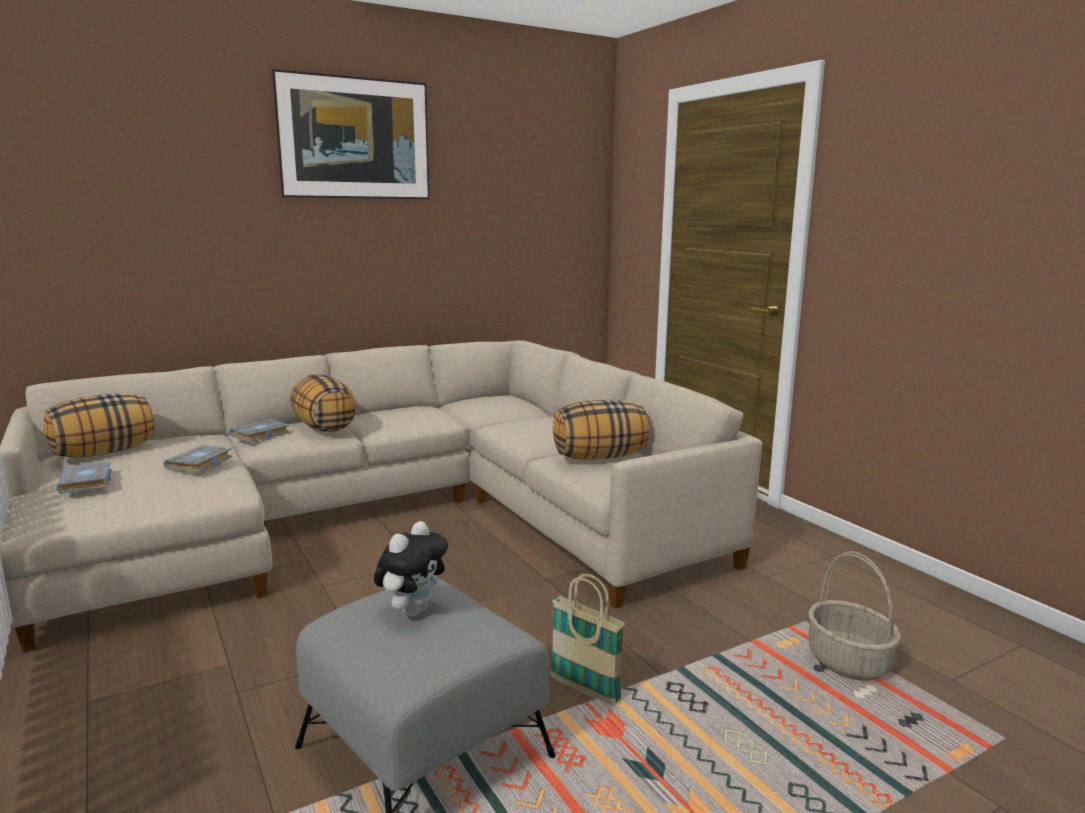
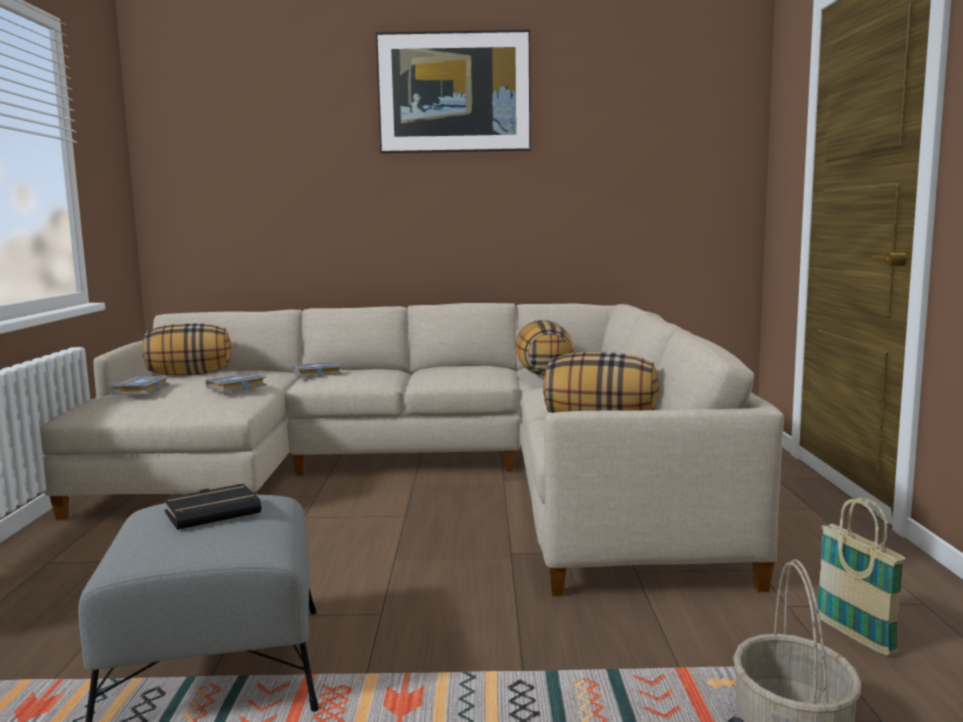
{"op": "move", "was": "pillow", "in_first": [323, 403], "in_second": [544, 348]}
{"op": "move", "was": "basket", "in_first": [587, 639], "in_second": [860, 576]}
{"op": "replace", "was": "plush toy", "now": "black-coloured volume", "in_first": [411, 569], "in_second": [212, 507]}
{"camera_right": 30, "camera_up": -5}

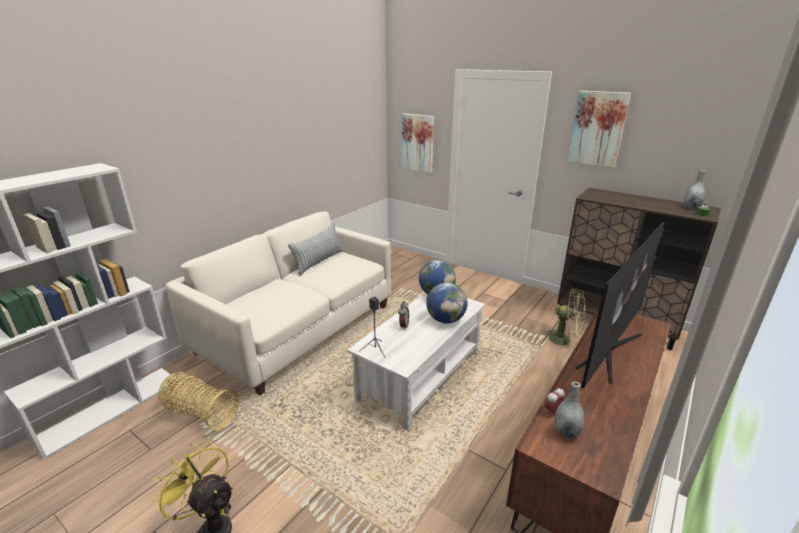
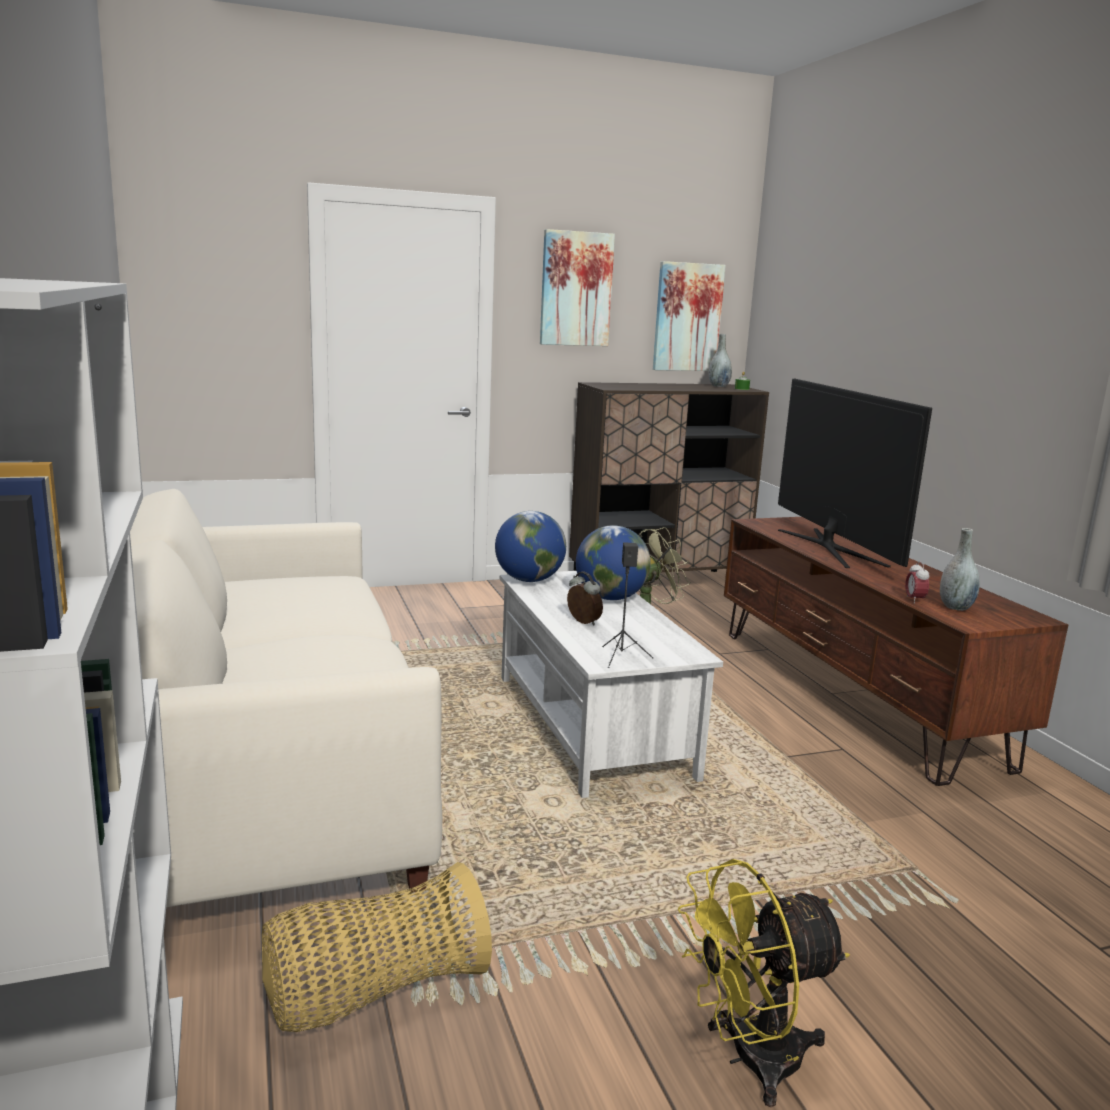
{"op": "delete", "was": "pillow", "in_first": [315, 249]}
{"op": "move", "was": "wall picture", "in_first": [418, 143], "in_second": [689, 316]}
{"camera_right": -55, "camera_up": -10}

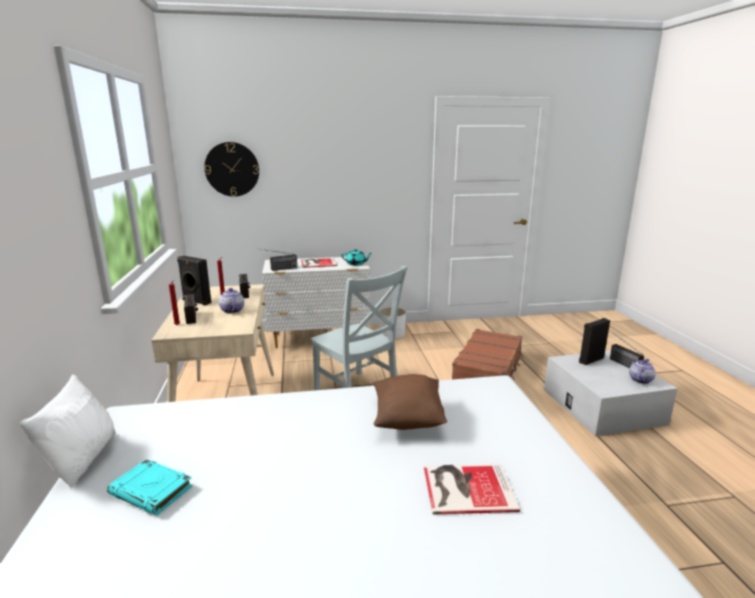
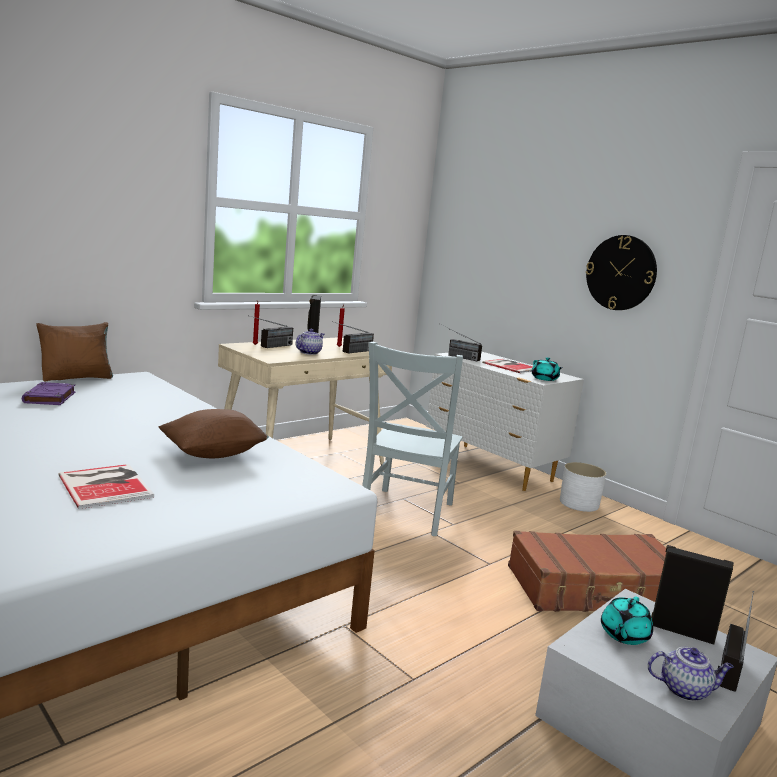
{"op": "insert", "now": "turquoise tea pot", "in_second": [627, 620]}
{"op": "move", "was": "wall clock", "in_first": [231, 169], "in_second": [621, 272]}
{"op": "recolor", "was": "white-coloured pillow", "now": "brown-coloured pillow", "in_first": [68, 430], "in_second": [74, 352]}
{"op": "recolor", "was": "turquoise volume", "now": "purplish volume", "in_first": [150, 487], "in_second": [49, 393]}
{"camera_right": 55, "camera_up": -5}

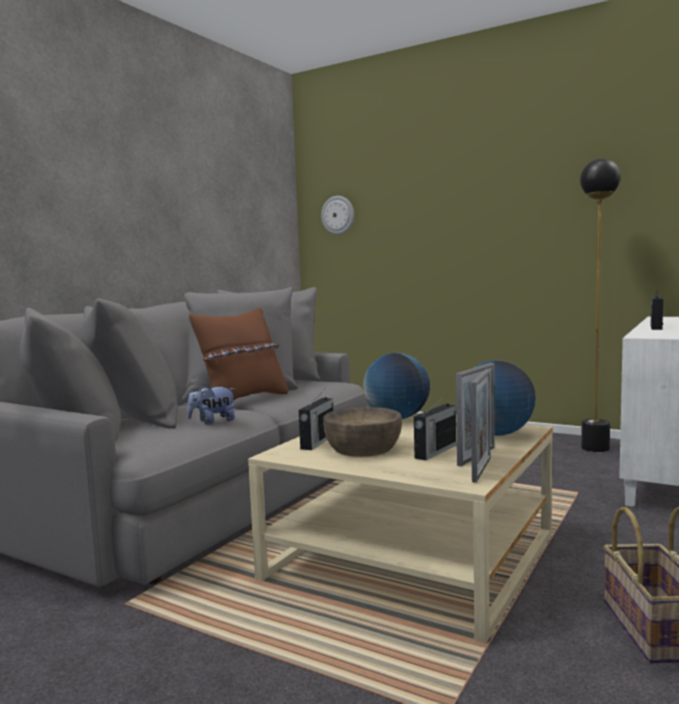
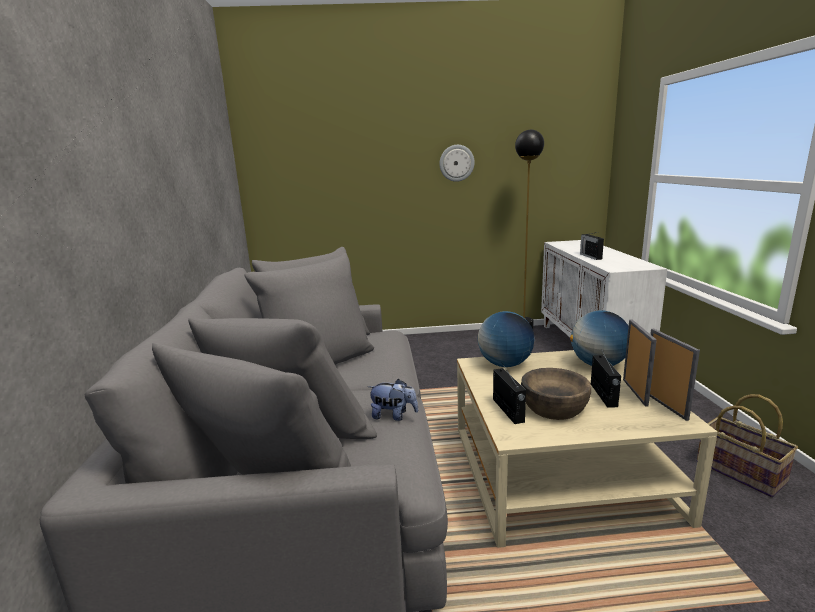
{"op": "delete", "was": "brown-coloured pillow", "in_first": [238, 354]}
{"op": "move", "was": "wall clock", "in_first": [337, 215], "in_second": [457, 163]}
{"op": "rotate", "was": "plush toy", "in_first": [211, 405], "in_second": [393, 400], "clockwise": -105}
{"camera_right": -35, "camera_up": 10}

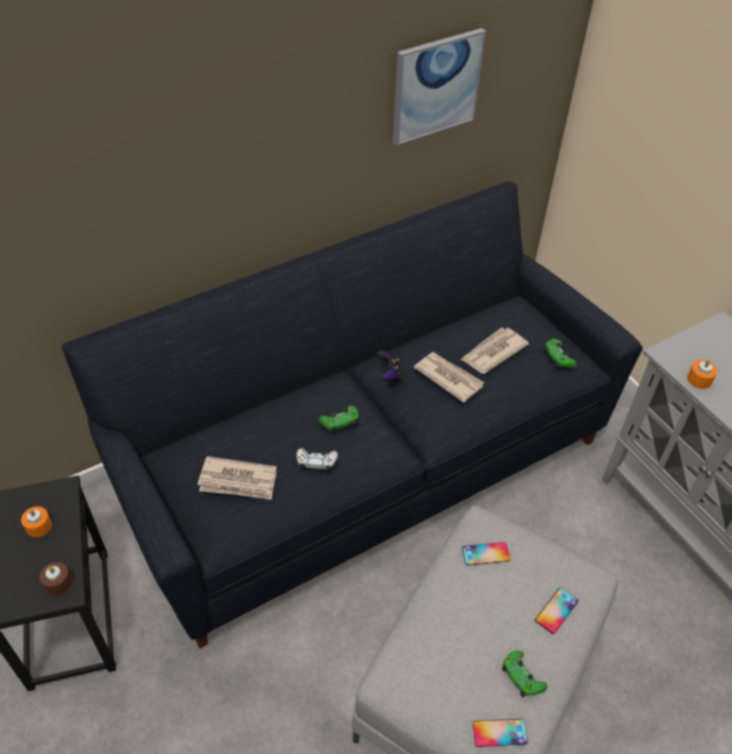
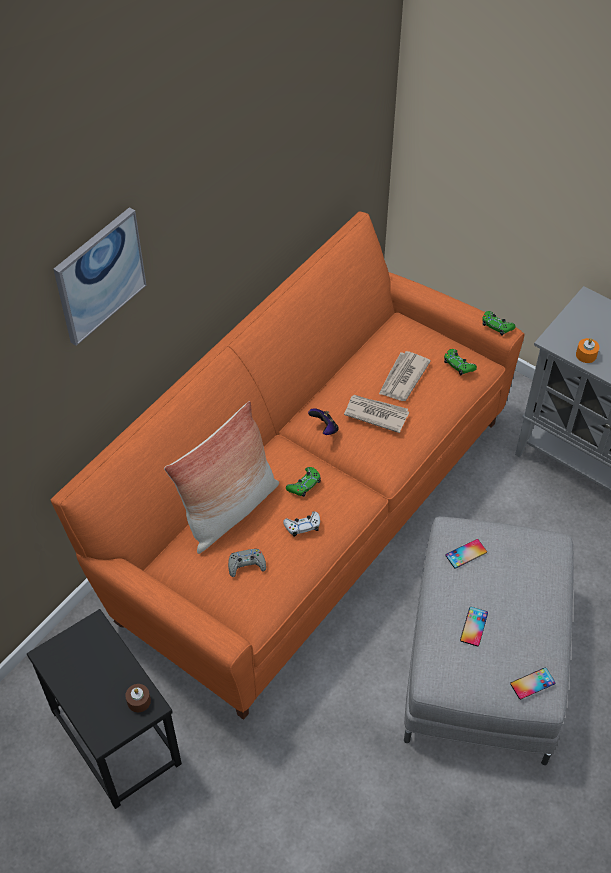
{"op": "delete", "was": "orange-coloured candle", "in_first": [36, 521]}
{"op": "insert", "now": "pillow", "in_second": [221, 477]}
{"op": "move", "was": "wall picture", "in_first": [439, 87], "in_second": [99, 276]}
{"op": "move", "was": "green-coloured gamepad", "in_first": [524, 674], "in_second": [499, 323]}
{"op": "move", "was": "phone", "in_first": [556, 611], "in_second": [474, 626]}
{"op": "replace", "was": "newspaper", "now": "greyish gamepad", "in_first": [237, 478], "in_second": [247, 563]}
{"op": "recolor", "was": "black-coloured settee", "now": "orange-coloured settee", "in_first": [352, 414], "in_second": [288, 466]}
{"camera_right": -20, "camera_up": 5}

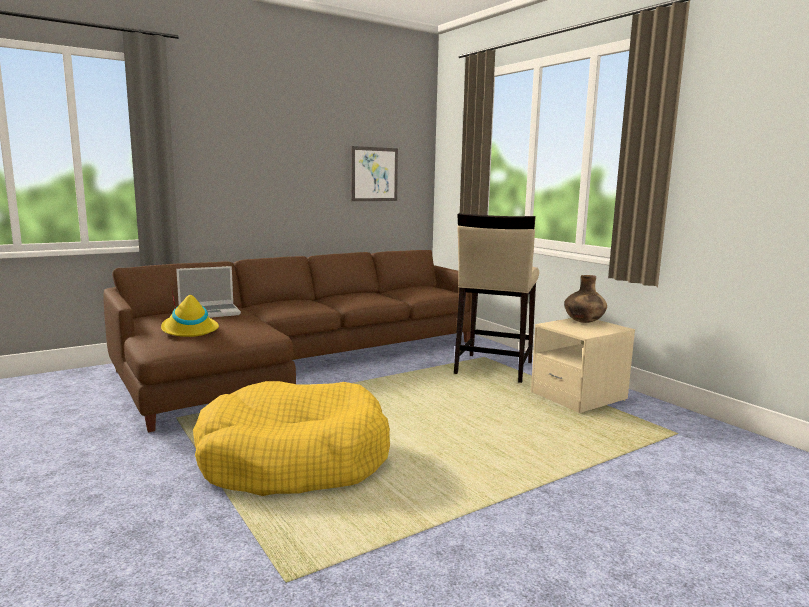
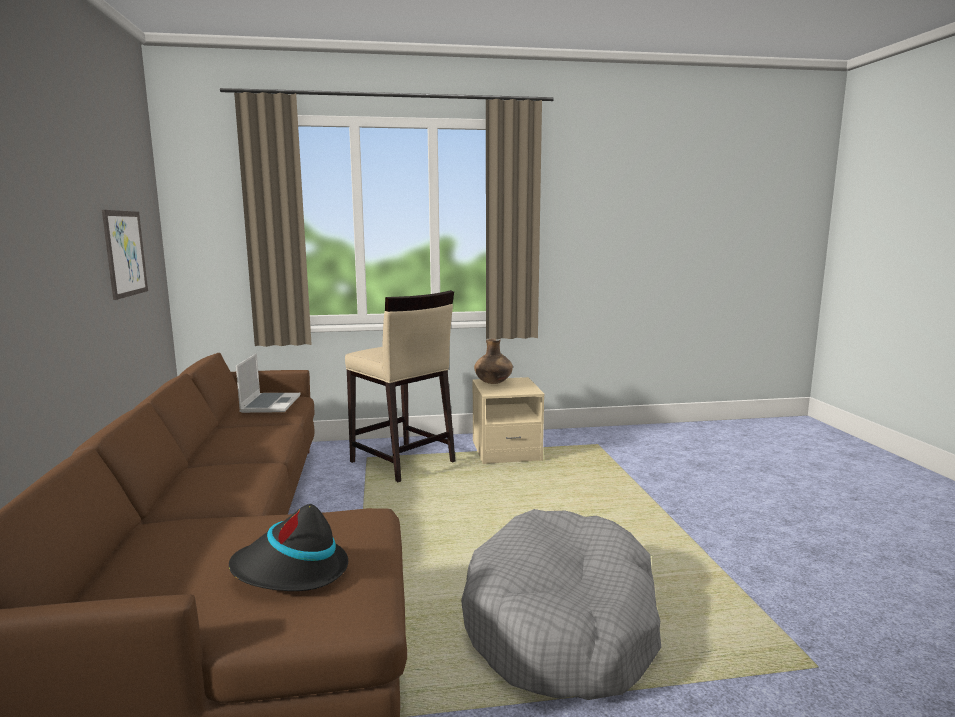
{"op": "move", "was": "laptop", "in_first": [208, 292], "in_second": [268, 383]}
{"op": "recolor", "was": "yellowish wearable hat", "now": "black-coloured wearable hat", "in_first": [190, 314], "in_second": [288, 547]}
{"op": "recolor", "was": "yellowish dog cushion", "now": "greyish dog cushion", "in_first": [291, 438], "in_second": [561, 604]}
{"camera_right": -65, "camera_up": 0}

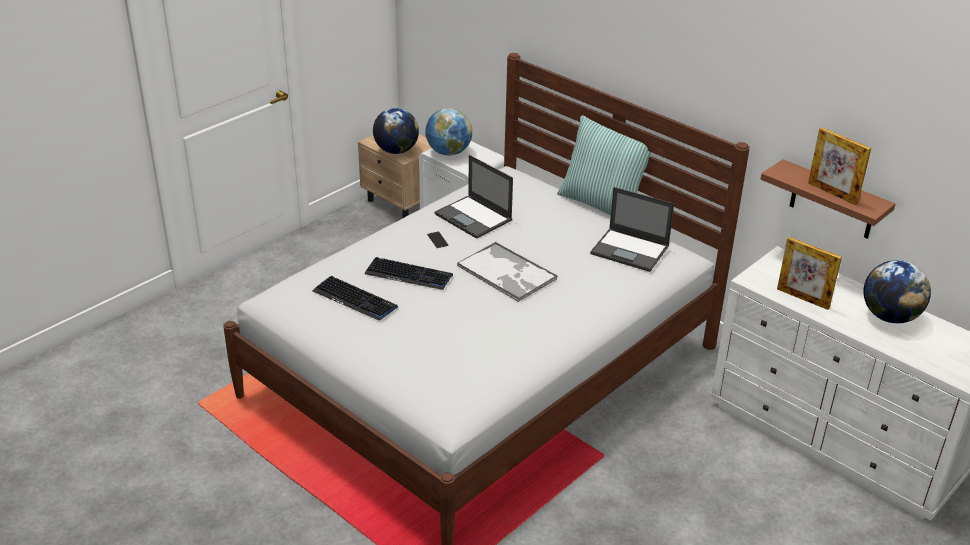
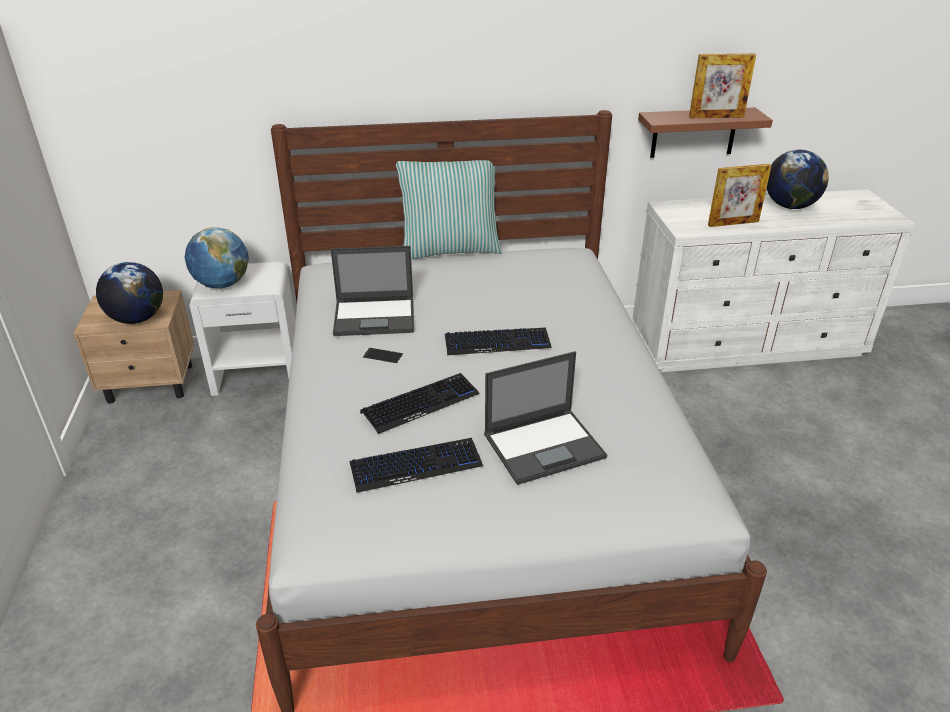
{"op": "move", "was": "laptop", "in_first": [632, 229], "in_second": [545, 418]}
{"op": "replace", "was": "serving tray", "now": "PC keyboard", "in_first": [507, 272], "in_second": [498, 341]}
{"camera_right": -50, "camera_up": 0}

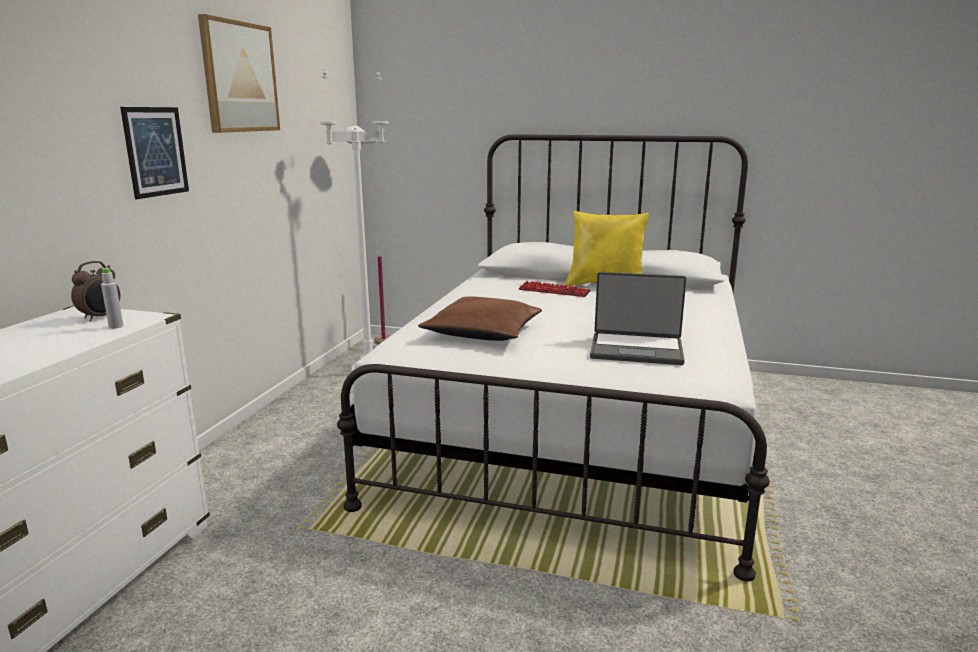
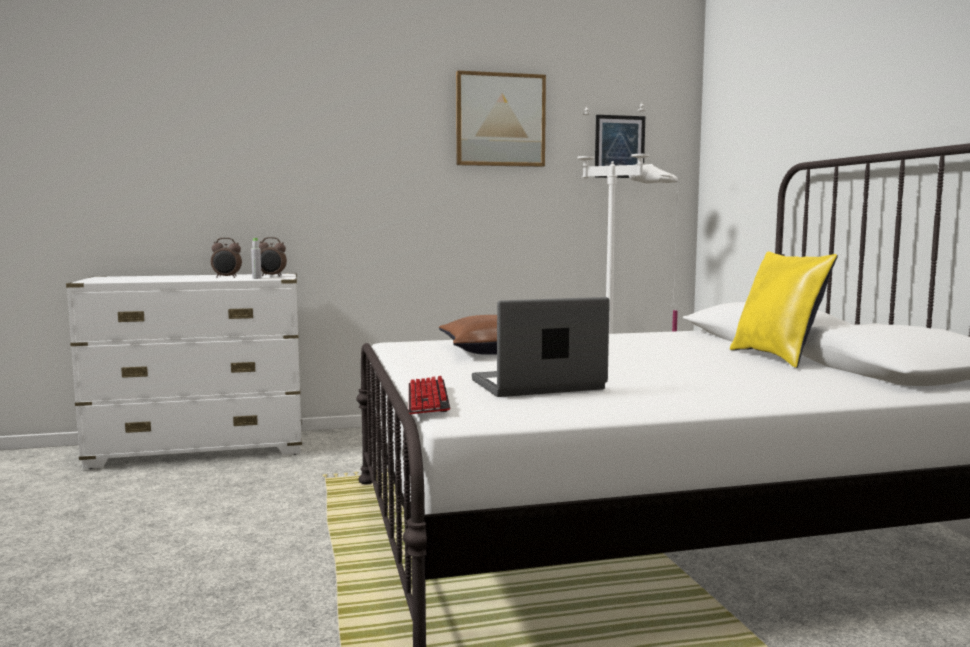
{"op": "insert", "now": "alarm clock", "in_second": [226, 258]}
{"op": "move", "was": "wall picture", "in_first": [154, 153], "in_second": [620, 146]}
{"op": "move", "was": "PC keyboard", "in_first": [555, 289], "in_second": [429, 395]}
{"op": "rotate", "was": "laptop", "in_first": [638, 318], "in_second": [541, 347], "clockwise": 90}
{"camera_right": 60, "camera_up": -10}

